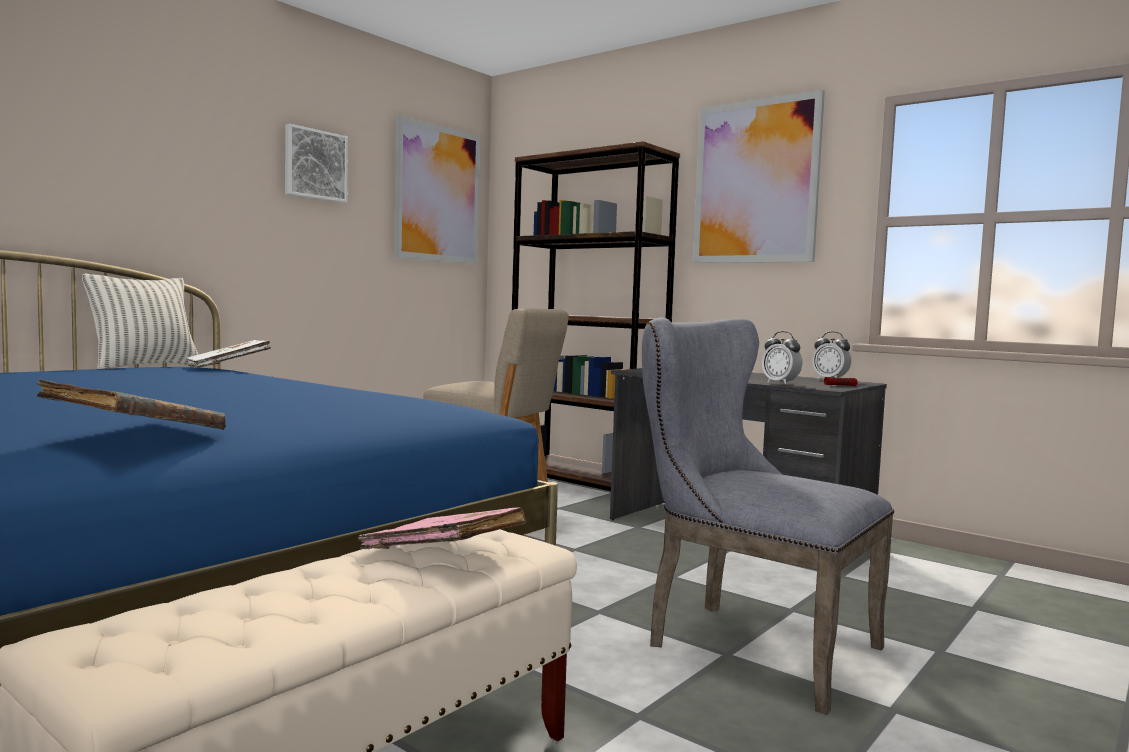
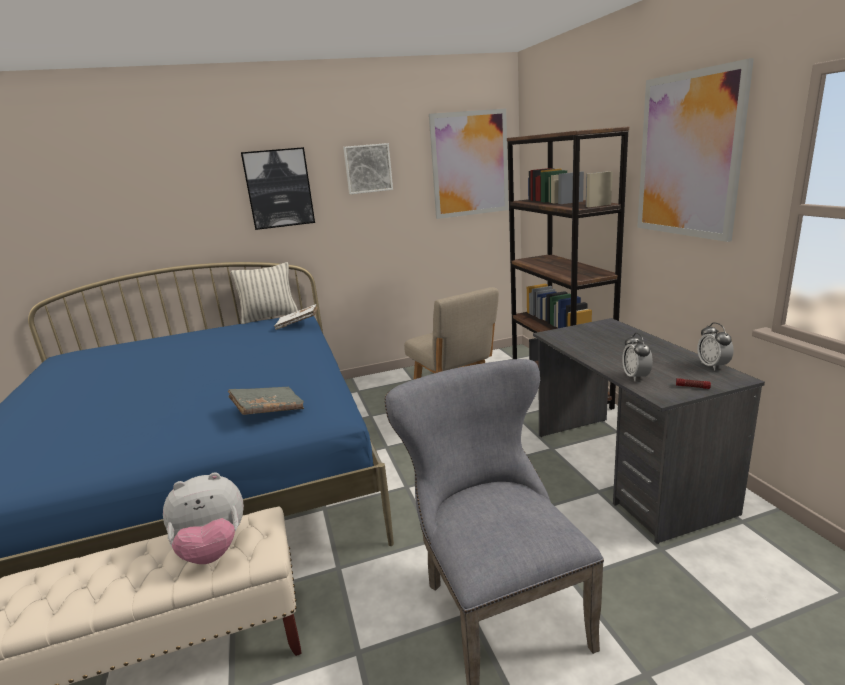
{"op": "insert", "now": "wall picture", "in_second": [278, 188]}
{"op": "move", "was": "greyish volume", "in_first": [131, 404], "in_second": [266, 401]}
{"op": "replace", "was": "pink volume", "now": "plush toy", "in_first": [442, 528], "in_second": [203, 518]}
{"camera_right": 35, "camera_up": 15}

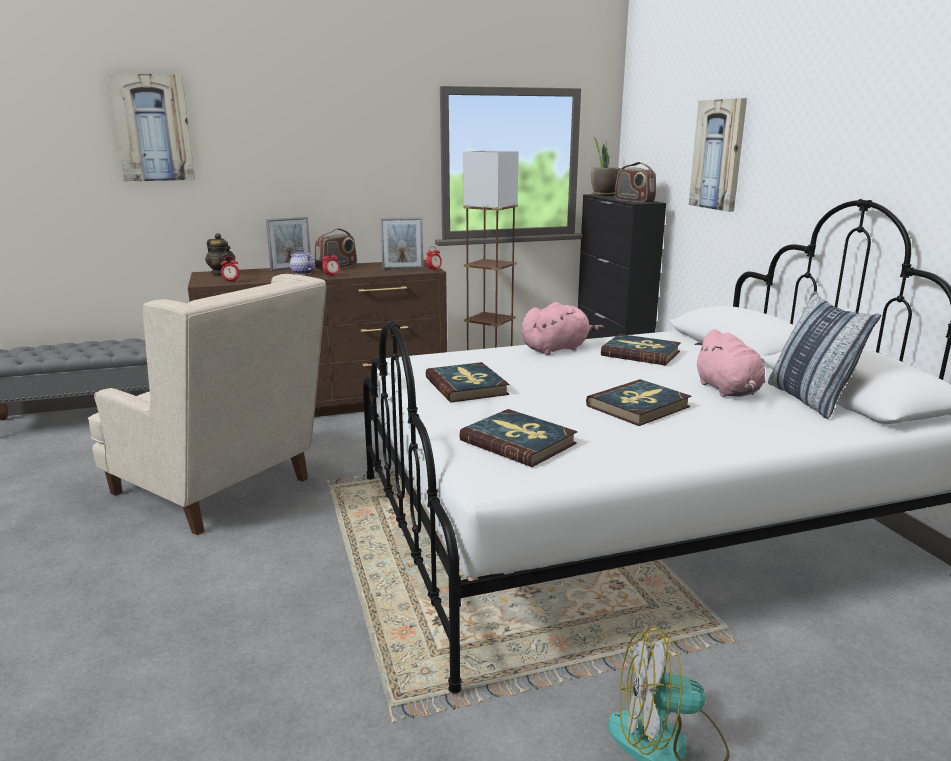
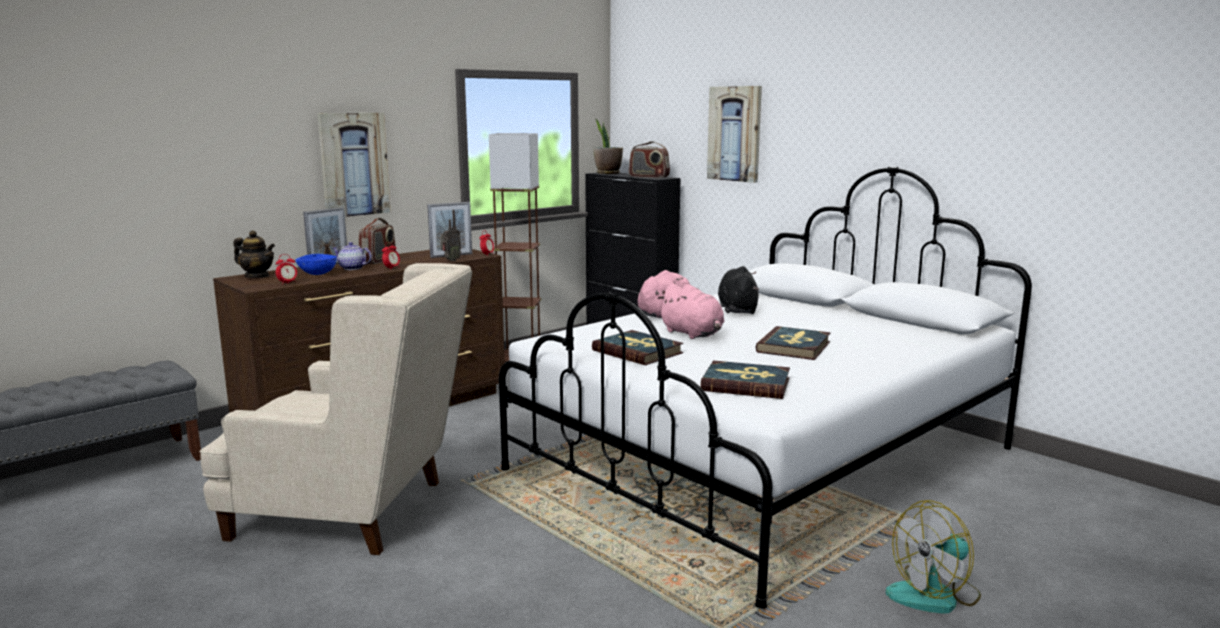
{"op": "delete", "was": "pillow", "in_first": [824, 355]}
{"op": "insert", "now": "bluish deep dish", "in_second": [316, 264]}
{"op": "insert", "now": "radio", "in_second": [450, 235]}
{"op": "move", "was": "wall picture", "in_first": [151, 127], "in_second": [354, 165]}
{"op": "move", "was": "pink plush toy", "in_first": [730, 363], "in_second": [691, 311]}
{"op": "replace", "was": "volume", "now": "black-coloured plush toy", "in_first": [641, 349], "in_second": [738, 290]}
{"camera_right": -25, "camera_up": -5}

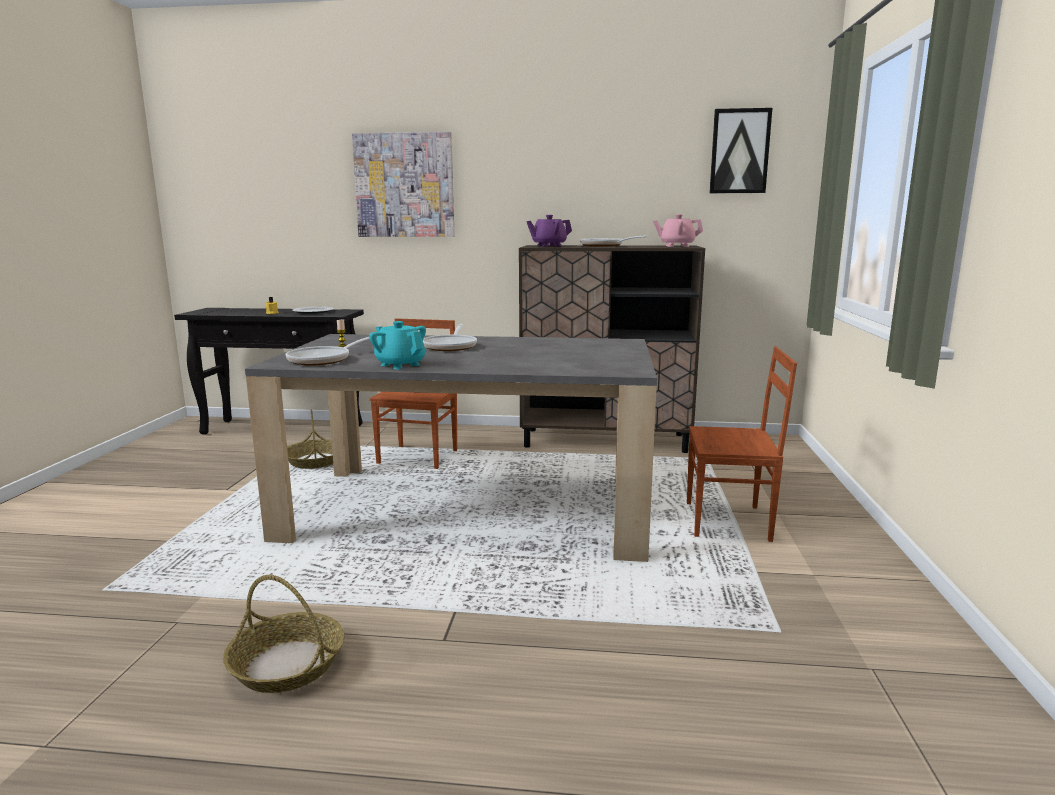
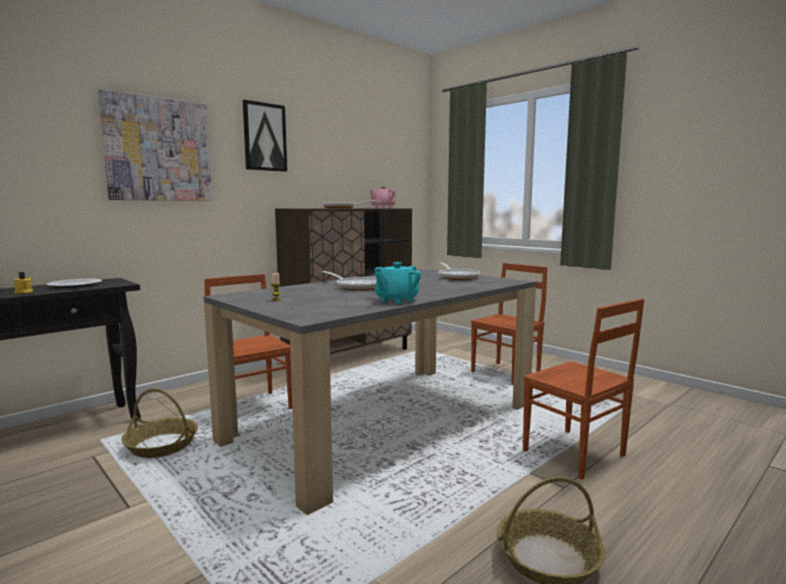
{"op": "delete", "was": "purplish tea pot", "in_first": [549, 231]}
{"op": "insert", "now": "brown-coloured chair", "in_second": [583, 389]}
{"op": "move", "was": "frying pan", "in_first": [328, 351], "in_second": [459, 271]}
{"op": "move", "was": "wall picture", "in_first": [740, 150], "in_second": [265, 136]}
{"op": "rotate", "was": "turquoise tea pot", "in_first": [397, 345], "in_second": [398, 283], "clockwise": -45}
{"camera_right": -50, "camera_up": -5}

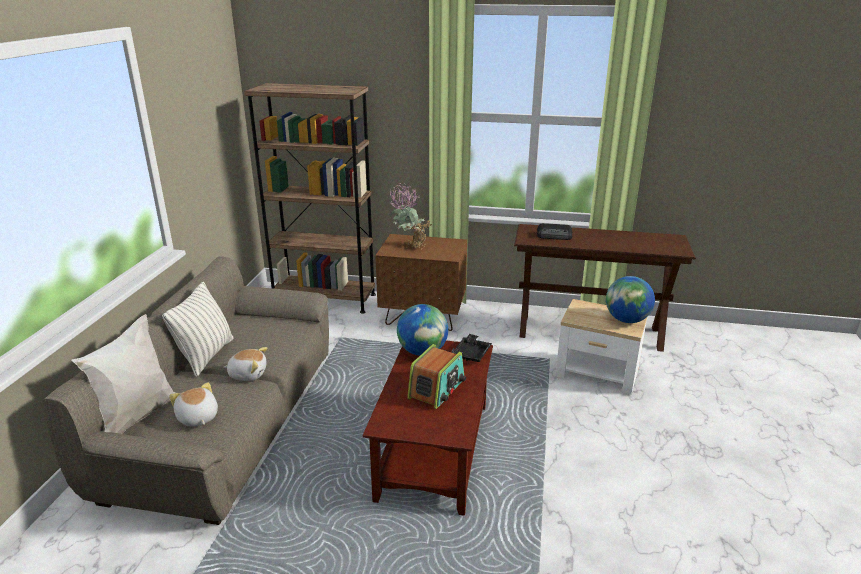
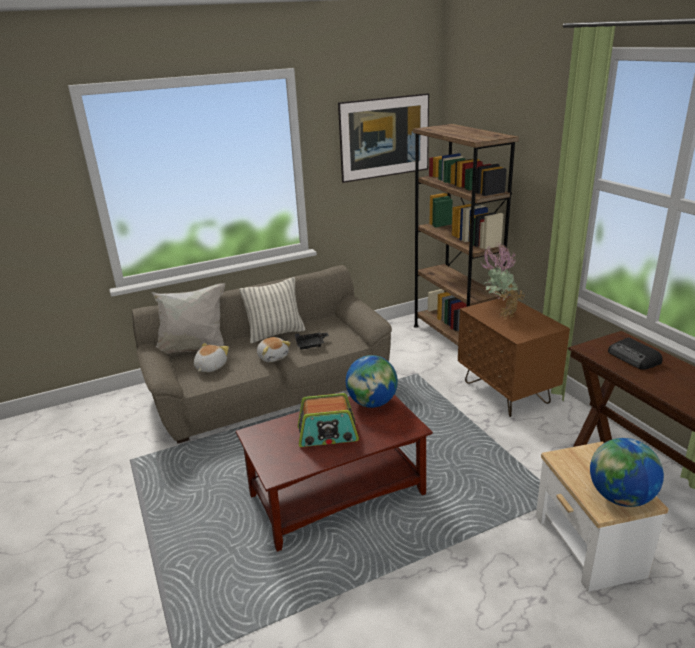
{"op": "insert", "now": "wall picture", "in_second": [383, 138]}
{"op": "move", "was": "black-coloured serving tray", "in_first": [472, 348], "in_second": [312, 340]}
{"camera_right": 55, "camera_up": 0}

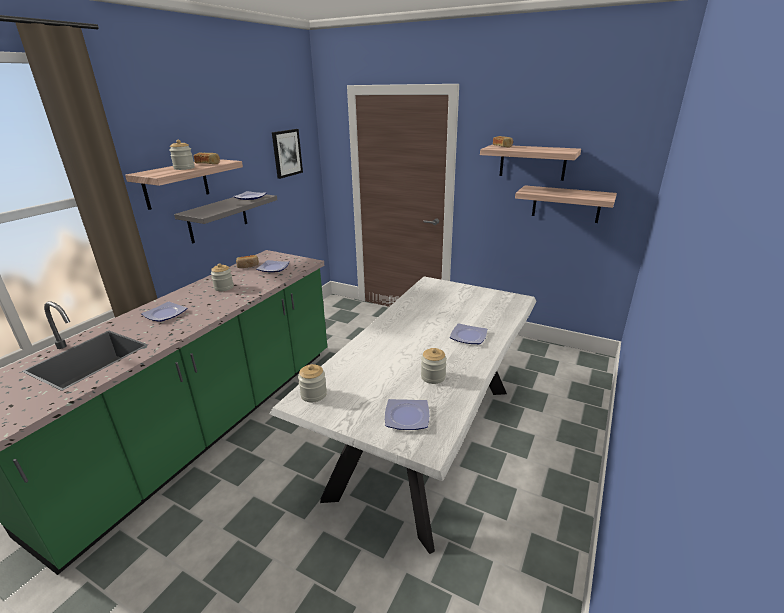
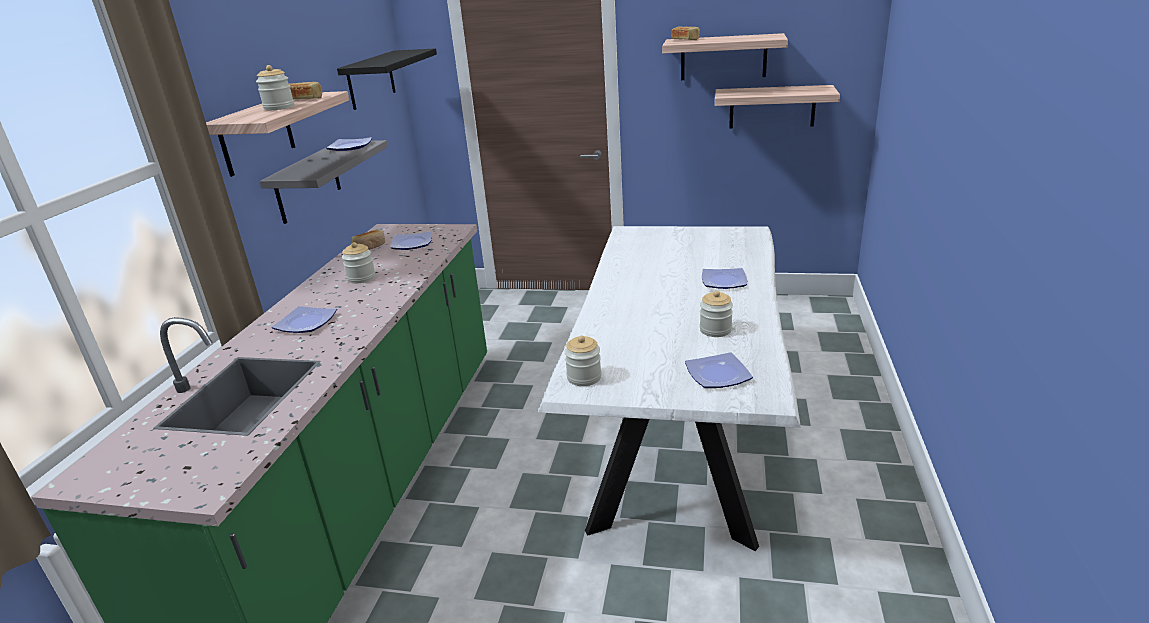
{"op": "replace", "was": "wall picture", "now": "black-coloured bracket shelf", "in_first": [287, 154], "in_second": [387, 79]}
{"camera_right": -15, "camera_up": 0}

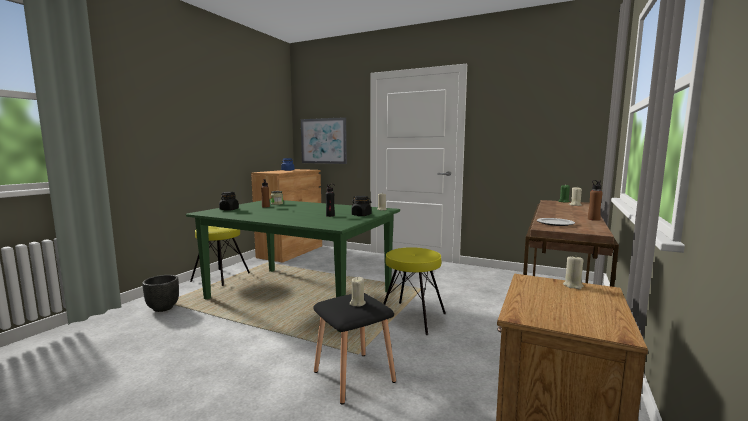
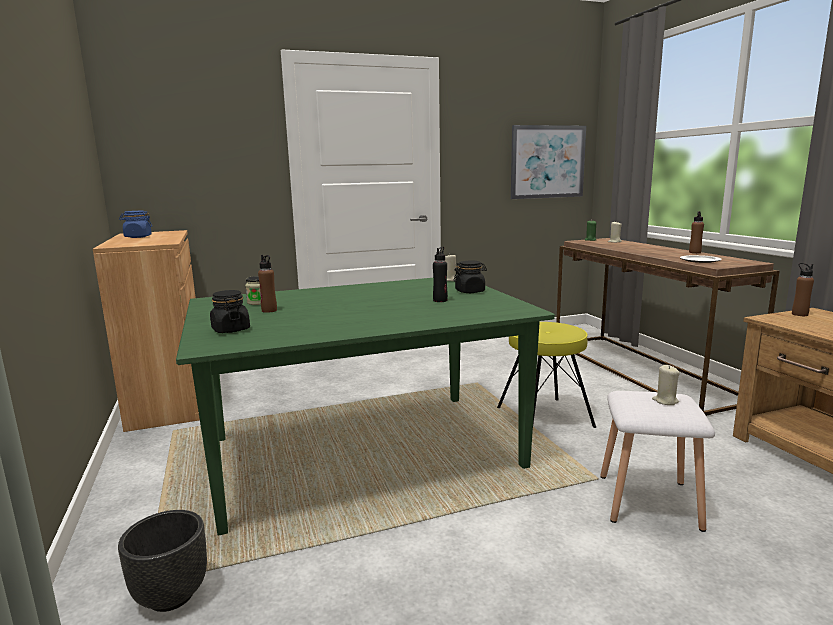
{"op": "delete", "was": "yellowish stool", "in_first": [220, 256]}
{"op": "move", "was": "wall picture", "in_first": [324, 140], "in_second": [548, 162]}
{"op": "replace", "was": "beige-coloured candle", "now": "brown-coloured bottle", "in_first": [573, 272], "in_second": [803, 289]}
{"op": "recolor", "was": "black-coloured stool", "now": "white-coloured stool", "in_first": [354, 348], "in_second": [657, 461]}
{"camera_right": -45, "camera_up": 5}

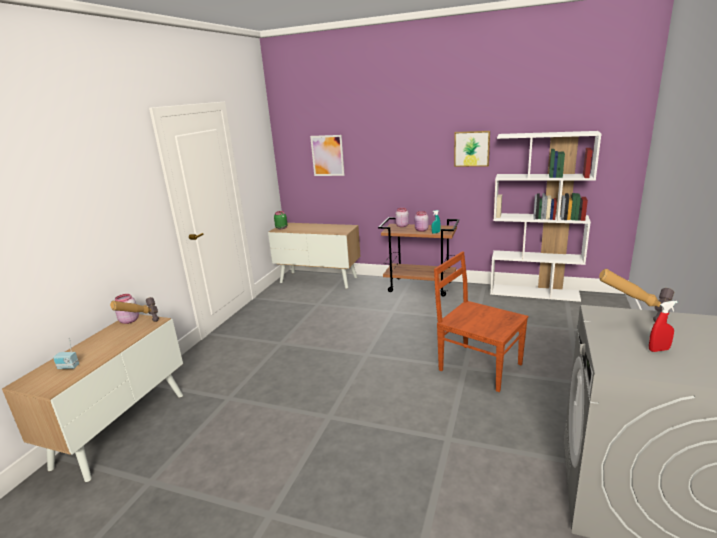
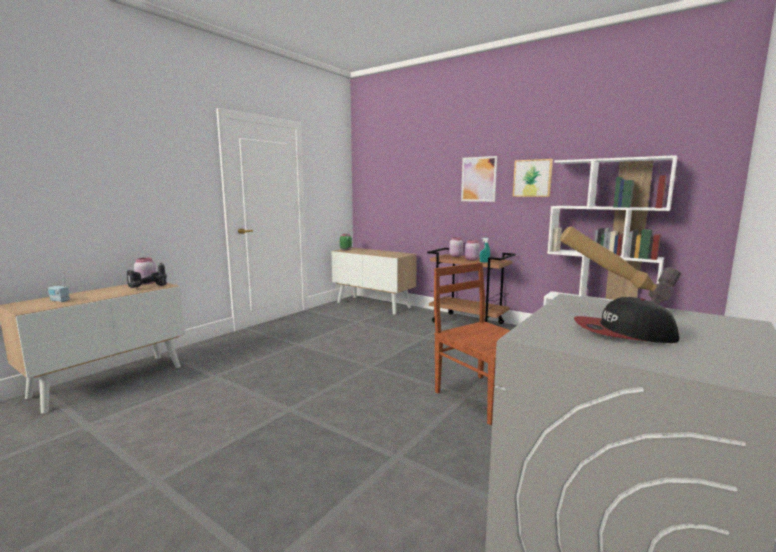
{"op": "move", "was": "wall picture", "in_first": [327, 155], "in_second": [479, 179]}
{"op": "replace", "was": "hand hammer", "now": "power drill", "in_first": [134, 309], "in_second": [147, 275]}
{"op": "replace", "was": "red spray bottle", "now": "baseball cap", "in_first": [663, 326], "in_second": [626, 320]}
{"camera_right": 15, "camera_up": -10}

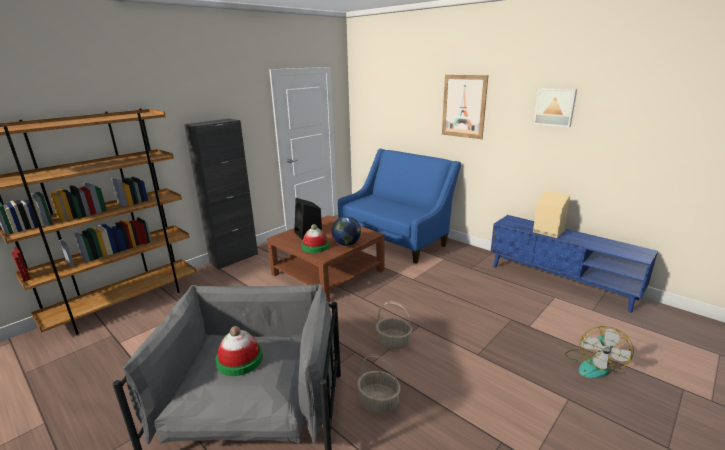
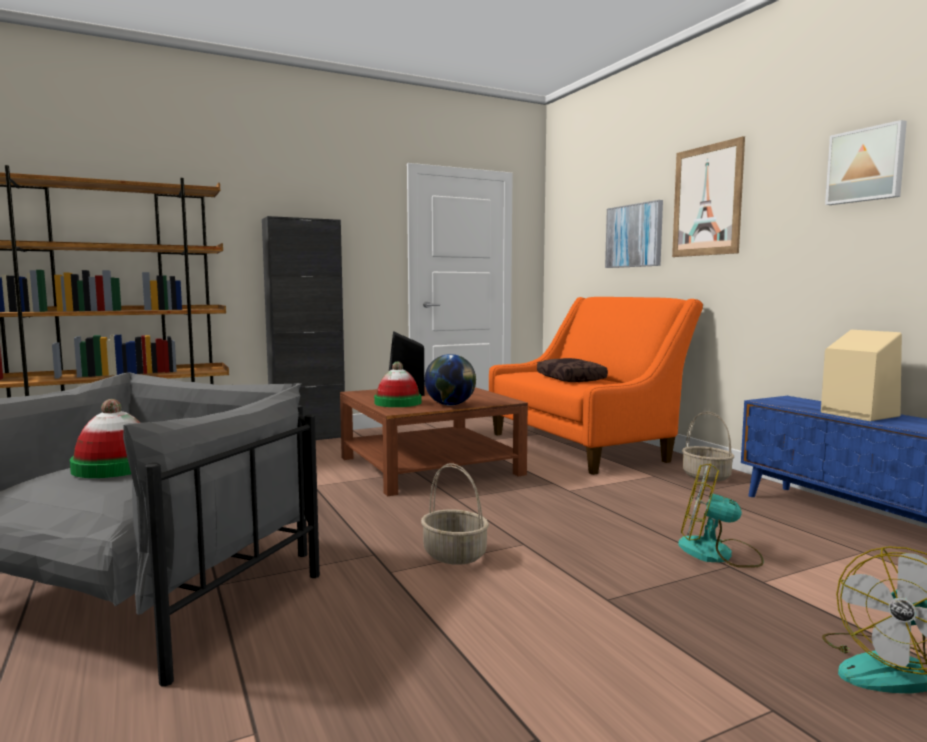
{"op": "insert", "now": "brown-coloured pillow", "in_second": [572, 370]}
{"op": "insert", "now": "wall picture", "in_second": [634, 234]}
{"op": "insert", "now": "cooling fan", "in_second": [721, 515]}
{"op": "move", "was": "basket", "in_first": [378, 383], "in_second": [708, 446]}
{"op": "recolor", "was": "bluish settee", "now": "orange-coloured settee", "in_first": [399, 206], "in_second": [596, 386]}
{"camera_right": 20, "camera_up": -15}

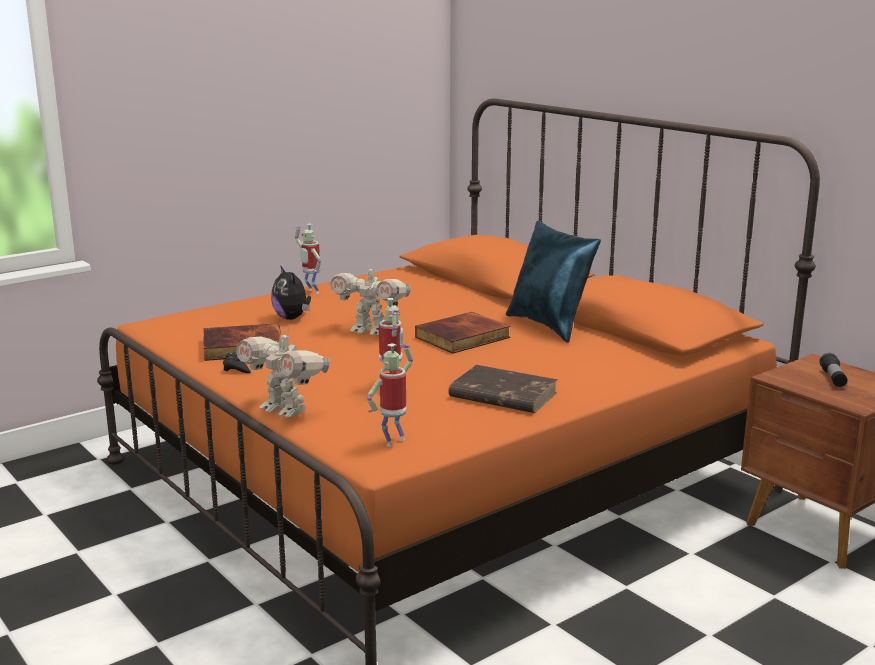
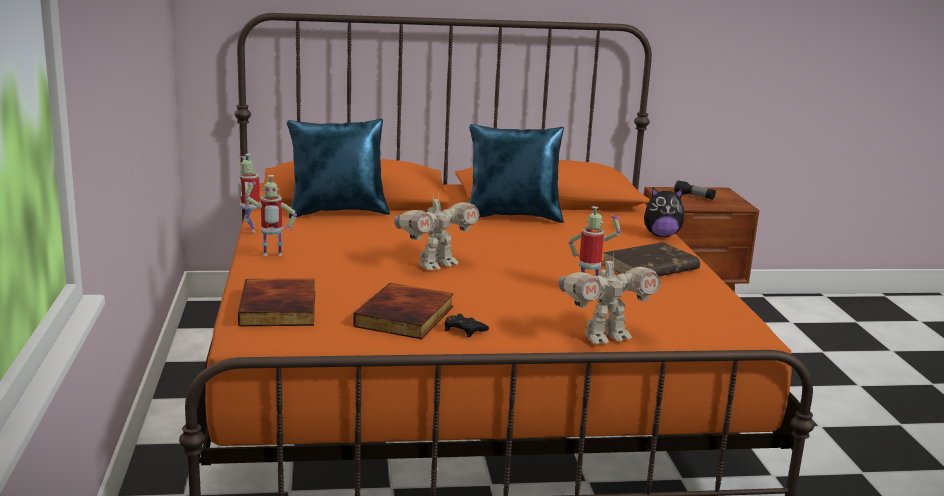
{"op": "insert", "now": "bluish pillow", "in_second": [338, 168]}
{"op": "move", "was": "plush toy", "in_first": [291, 293], "in_second": [664, 212]}
{"op": "move", "was": "toy robot", "in_first": [390, 395], "in_second": [249, 193]}
{"op": "move", "was": "volume", "in_first": [462, 333], "in_second": [276, 302]}
{"camera_right": -60, "camera_up": 0}

